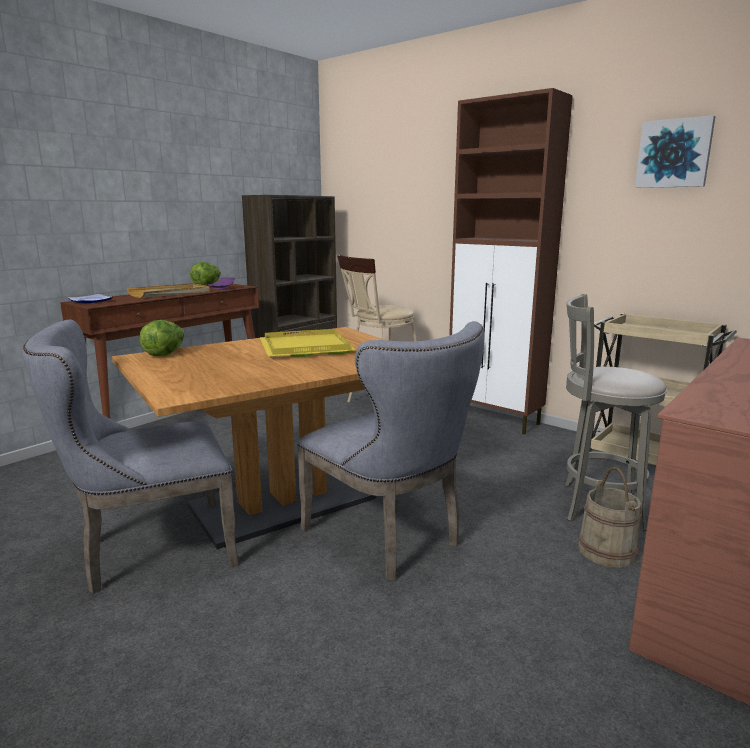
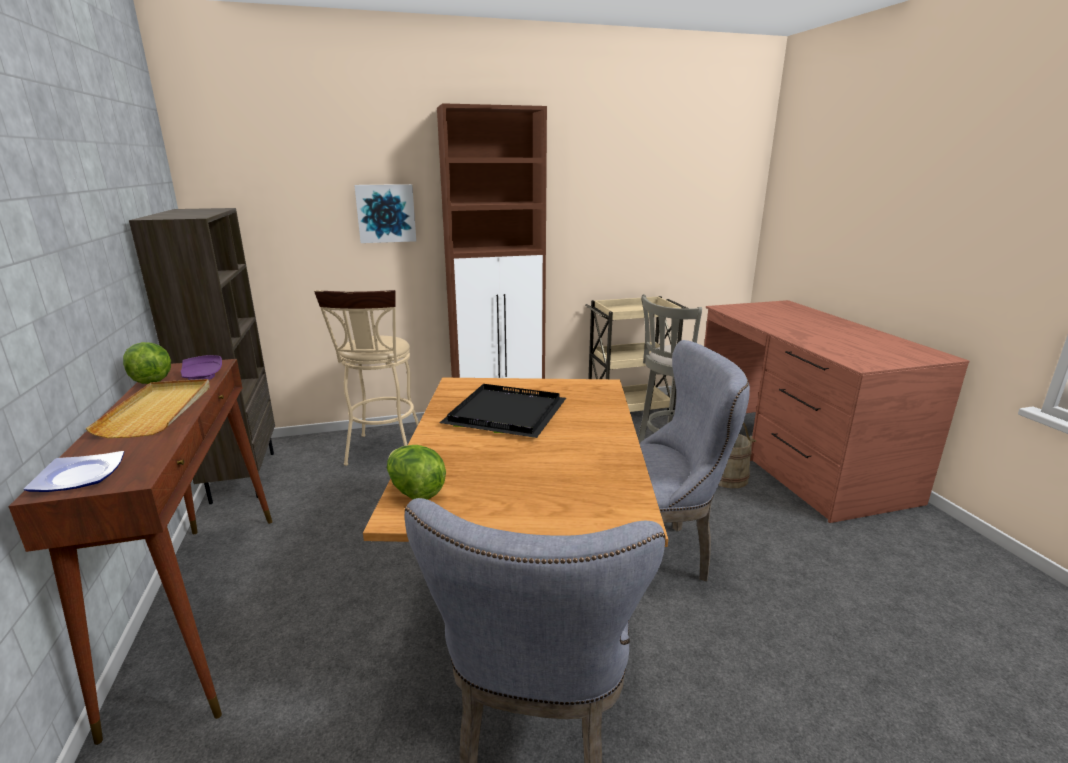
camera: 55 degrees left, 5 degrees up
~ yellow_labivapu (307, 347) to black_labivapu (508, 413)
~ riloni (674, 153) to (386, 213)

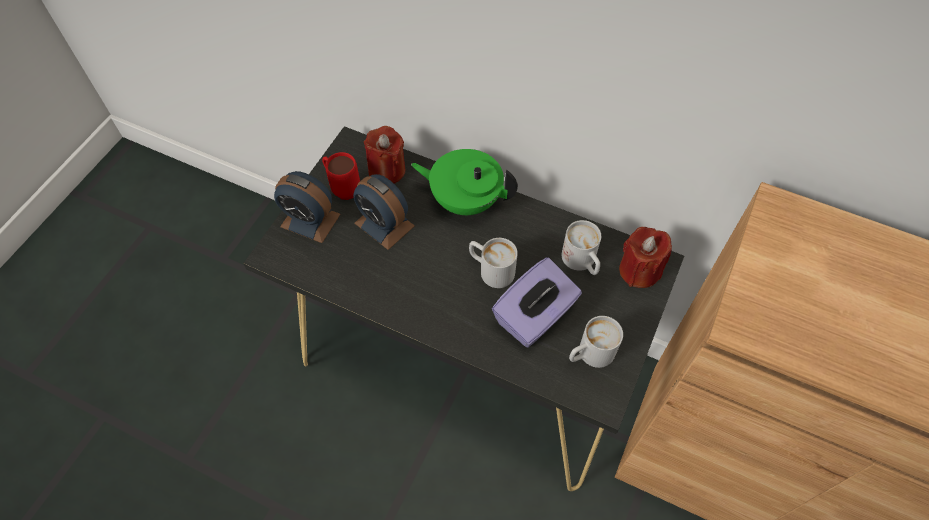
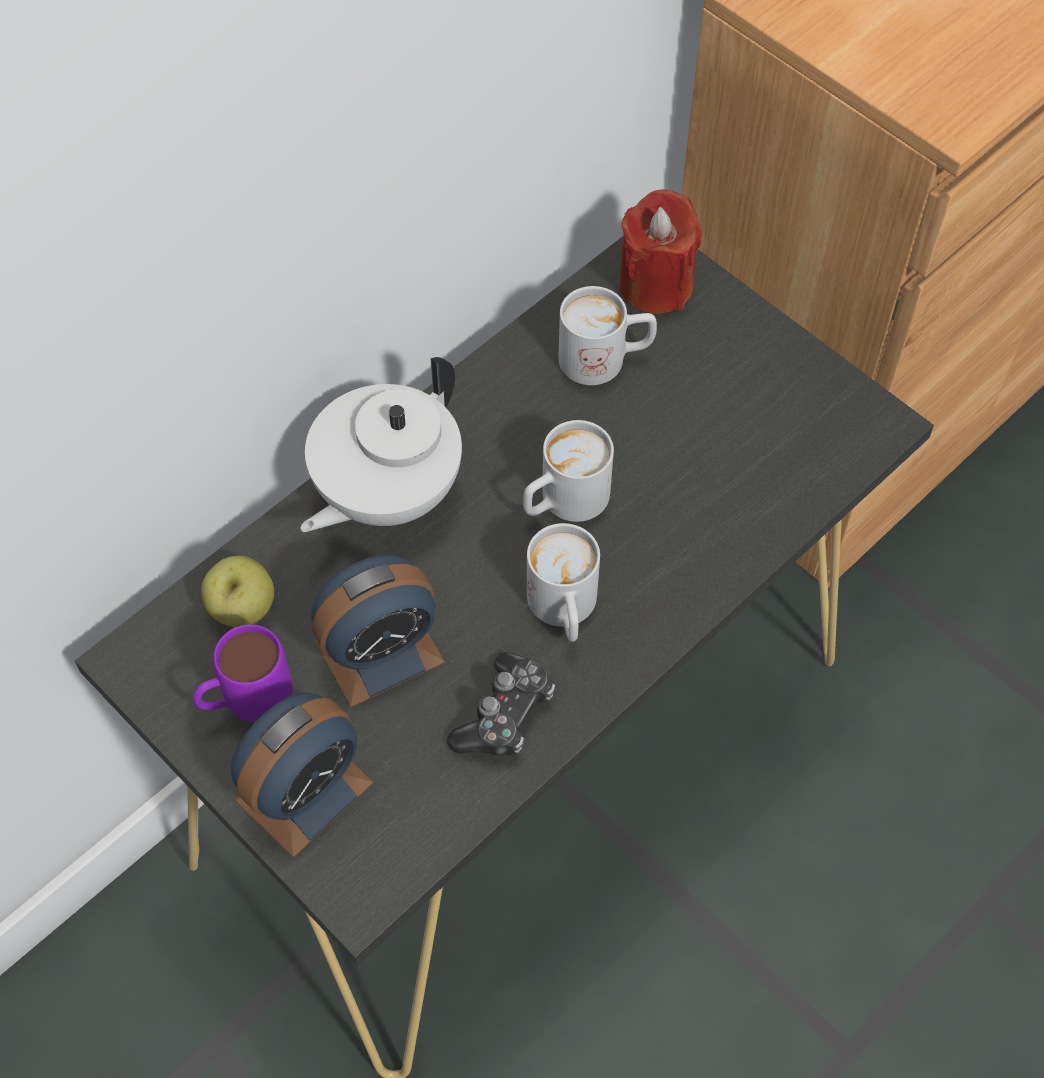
camera: 70 degrees left, 0 degrees up
~ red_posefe (342, 188) to purple_posefe (248, 707)
~ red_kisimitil (387, 170) to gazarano (243, 609)
~ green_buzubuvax (465, 200) to white_buzubuvax (385, 493)
- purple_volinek (535, 316)
~ white_posefe (589, 354) to (564, 611)
+ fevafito (505, 715)

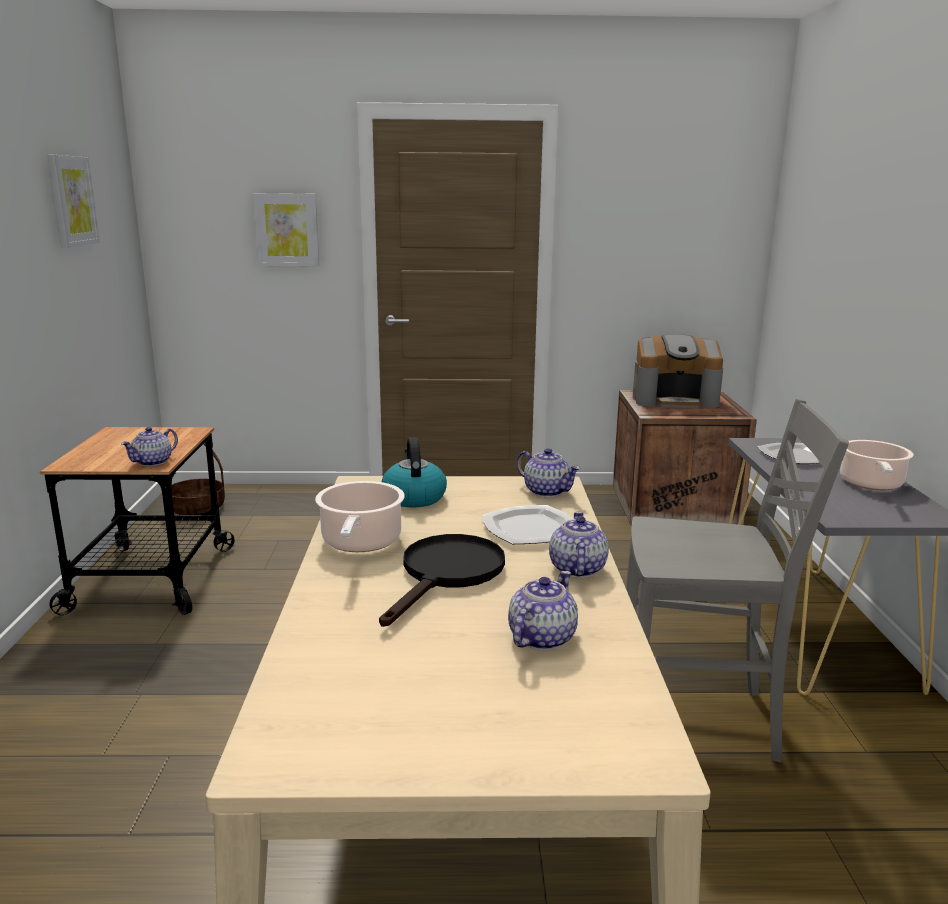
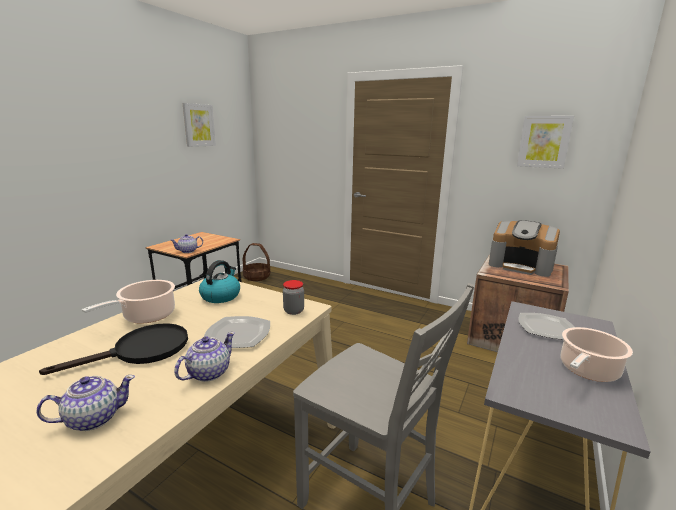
camera: 30 degrees right, 0 degrees up
~ riloni (287, 230) to (544, 142)
~ buzubuvax (546, 491) to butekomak (293, 311)

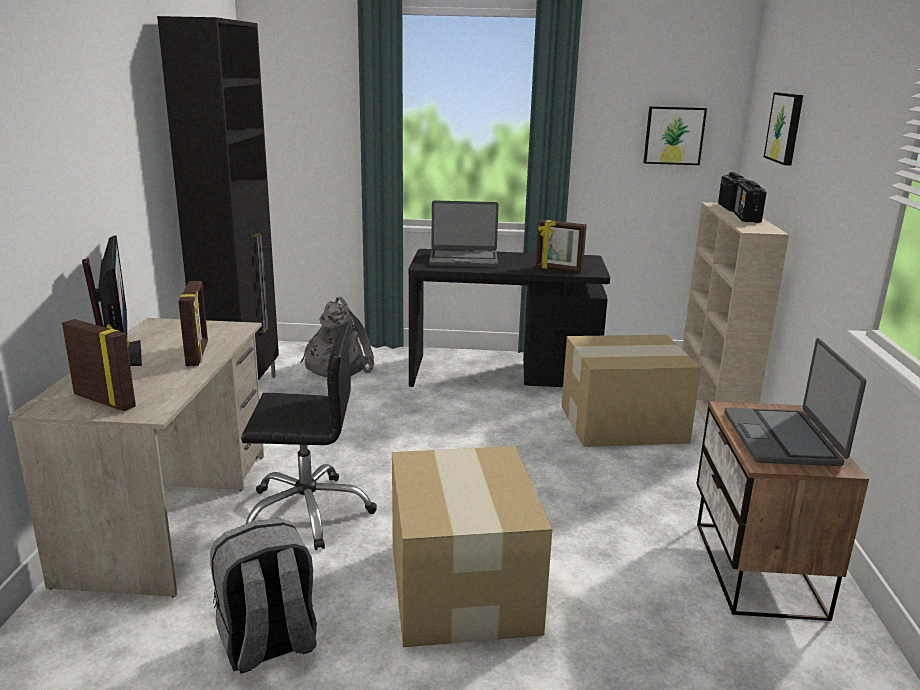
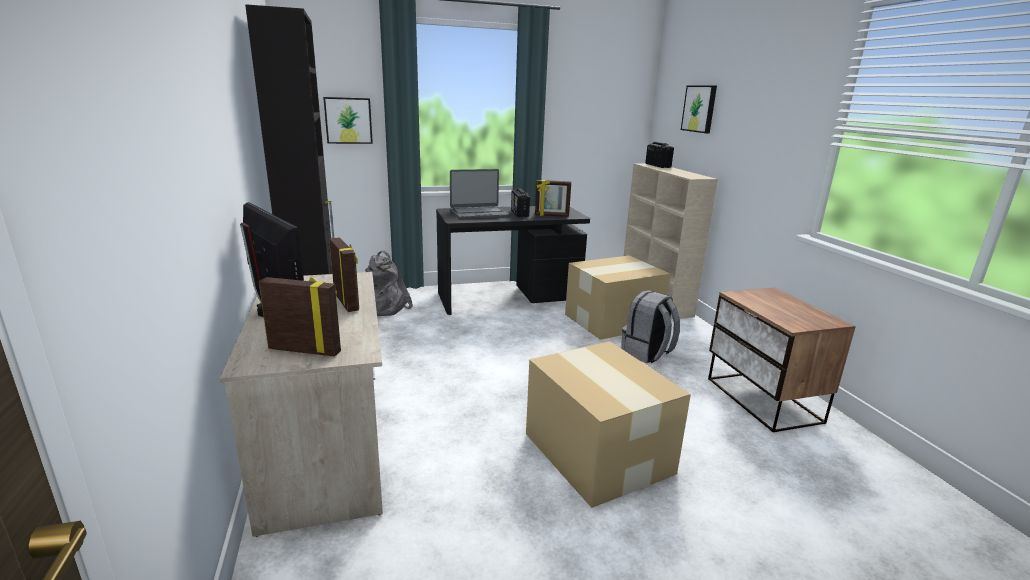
camera: 20 degrees left, 0 degrees up
~ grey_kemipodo (268, 644) to (647, 353)
- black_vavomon (307, 511)
~ riloni (674, 135) to (348, 120)
- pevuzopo (783, 438)
~ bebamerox (747, 218) to (519, 213)

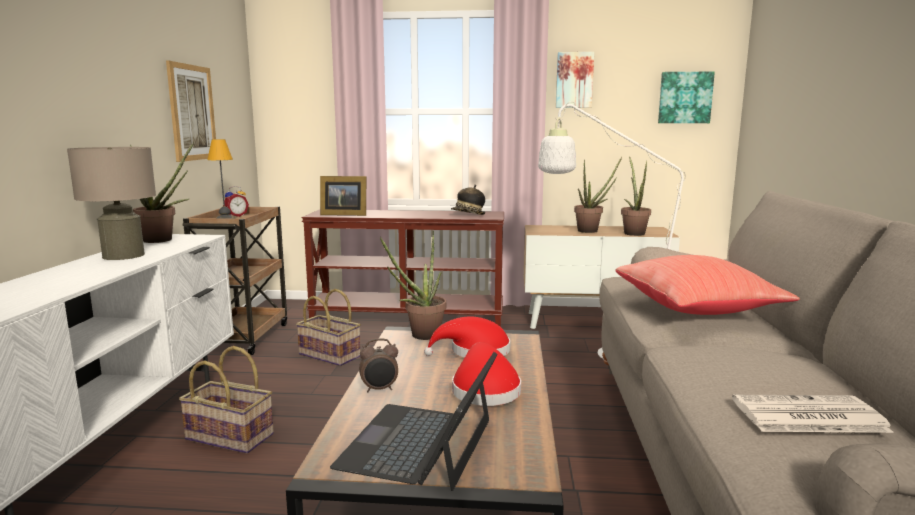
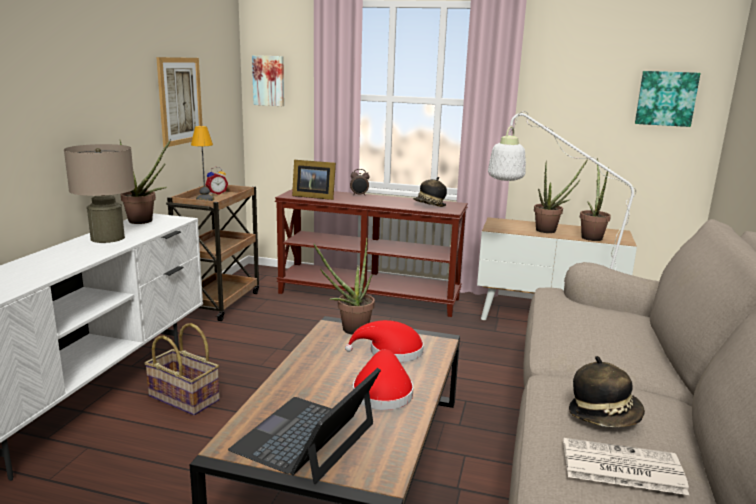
camera: 10 degrees right, 5 degrees up
- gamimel (330, 355)
~ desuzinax (379, 389) to (359, 195)
~ riloni (574, 80) to (269, 80)
- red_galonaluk (697, 309)
+ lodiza (604, 416)

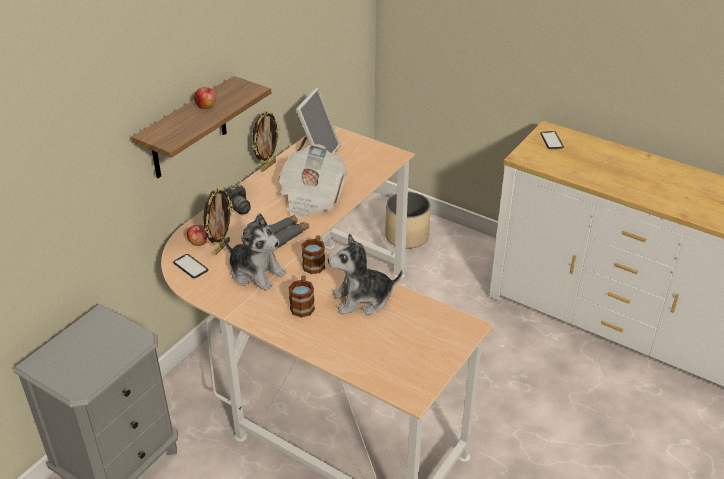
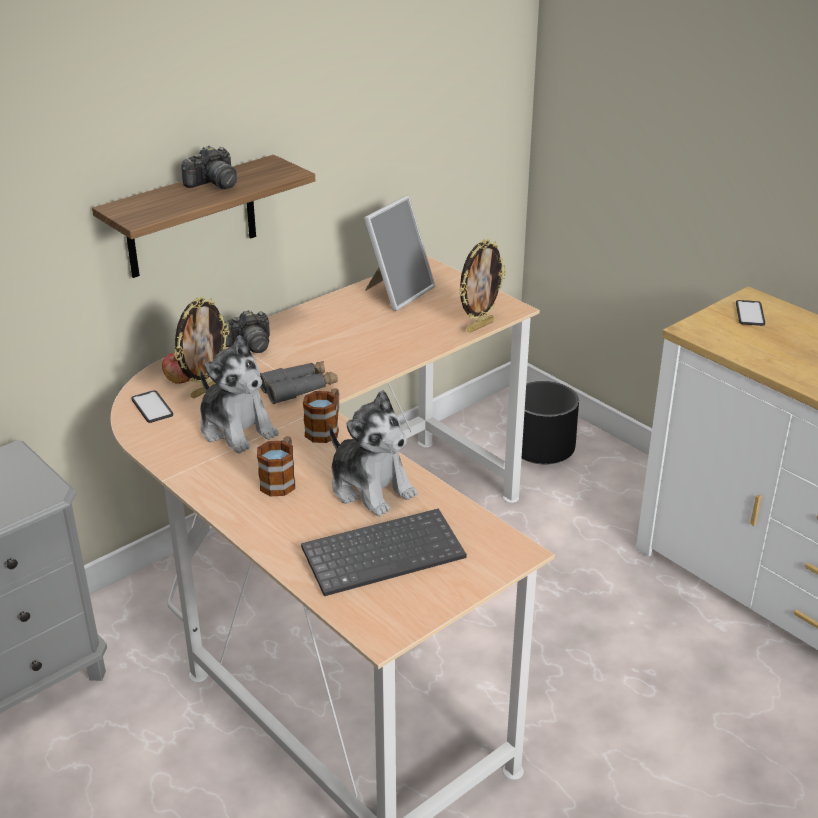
camera: 15 degrees right, 5 degrees down
~ gazarano (206, 106) to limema (213, 184)
~ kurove (267, 166) to (479, 326)
- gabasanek (311, 198)
~ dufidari (363, 300) = (371, 488) 135 degrees counterclockwise
~ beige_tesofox (407, 236) to black_tesofox (542, 447)
+ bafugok (384, 552)

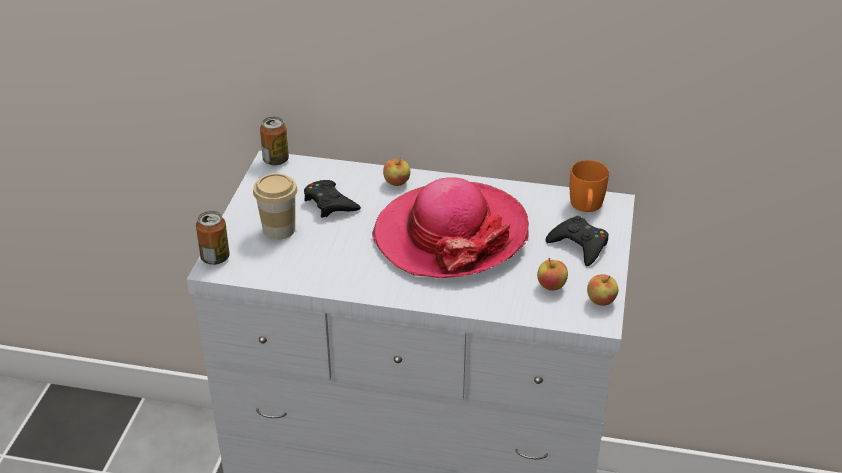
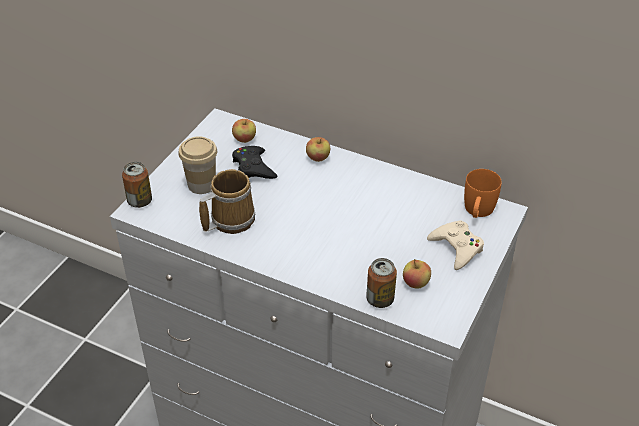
camera: 15 degrees right, 5 degrees up
~ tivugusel (276, 160) to (380, 299)
- lodiza (451, 234)
~ black_fevafito (579, 245) to beige_fevafito (457, 248)
~ gazarano (601, 301) to (244, 139)
+ posefe (229, 219)

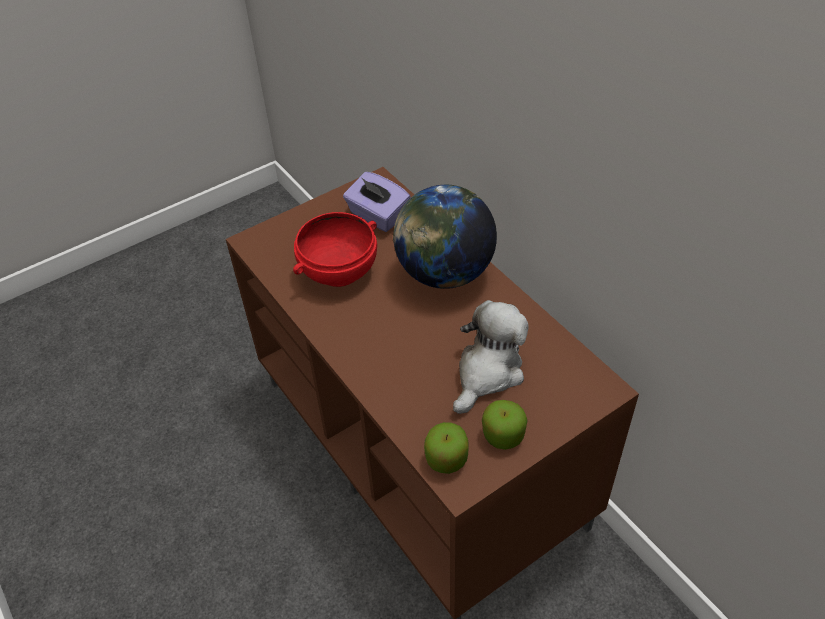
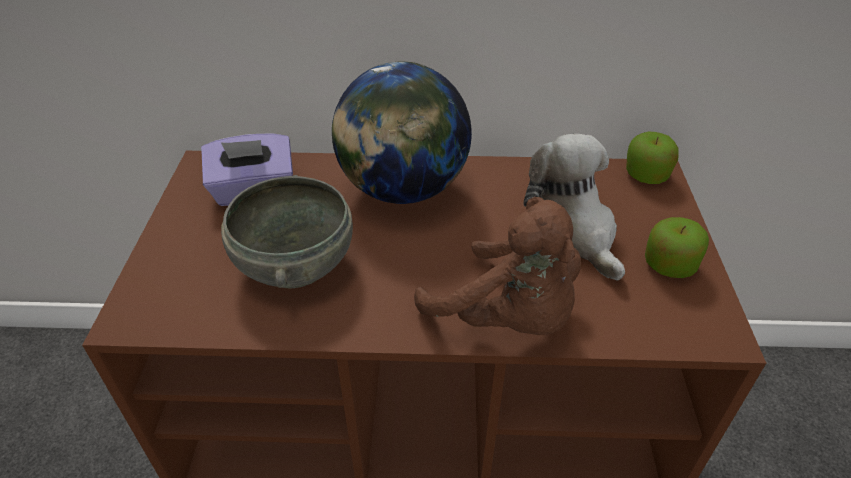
camera: 55 degrees left, 5 degrees down
~ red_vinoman (338, 270) to grey_vinoman (293, 264)
~ gazarano (446, 459) to (646, 175)
+ brown_dufidari (507, 318)

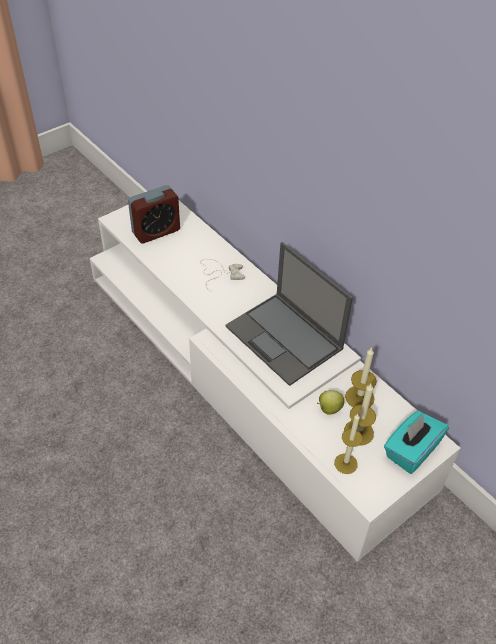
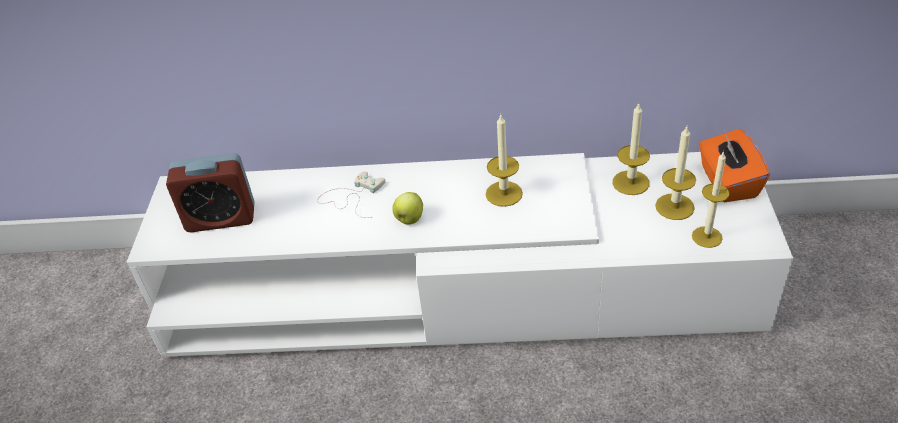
camera: 45 degrees left, 5 degrees down
~ desuzinax (156, 231) = (221, 218) 75 degrees clockwise
~ pevuzopo (285, 338) to kisimitil (504, 193)
~ gazarano (328, 409) to (409, 219)
~ turquoise_volinek (411, 451) to orange_volinek (727, 182)

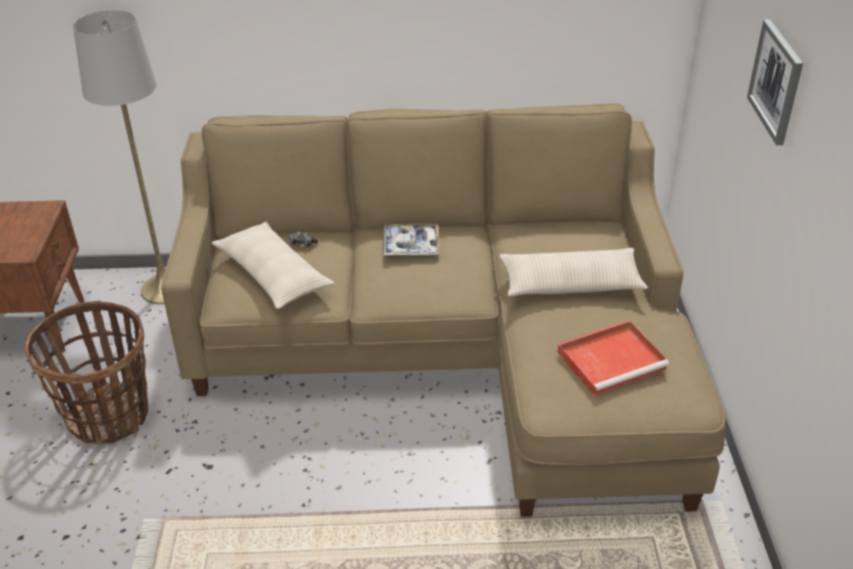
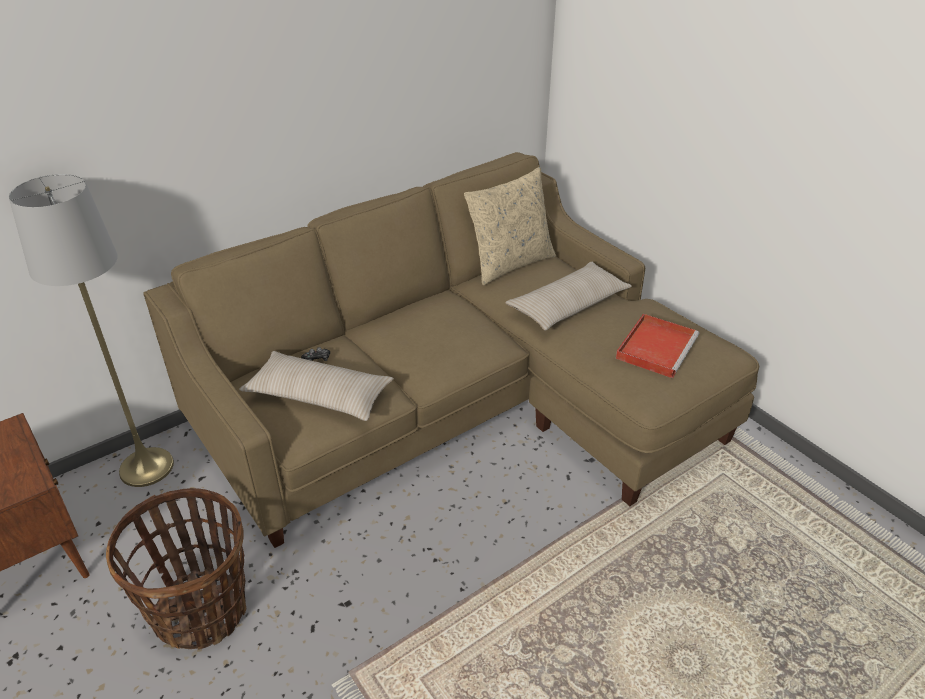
camera: 35 degrees left, 0 degrees up
- labivapu (411, 246)
- riloni (776, 81)
+ beige_galonaluk (510, 264)

